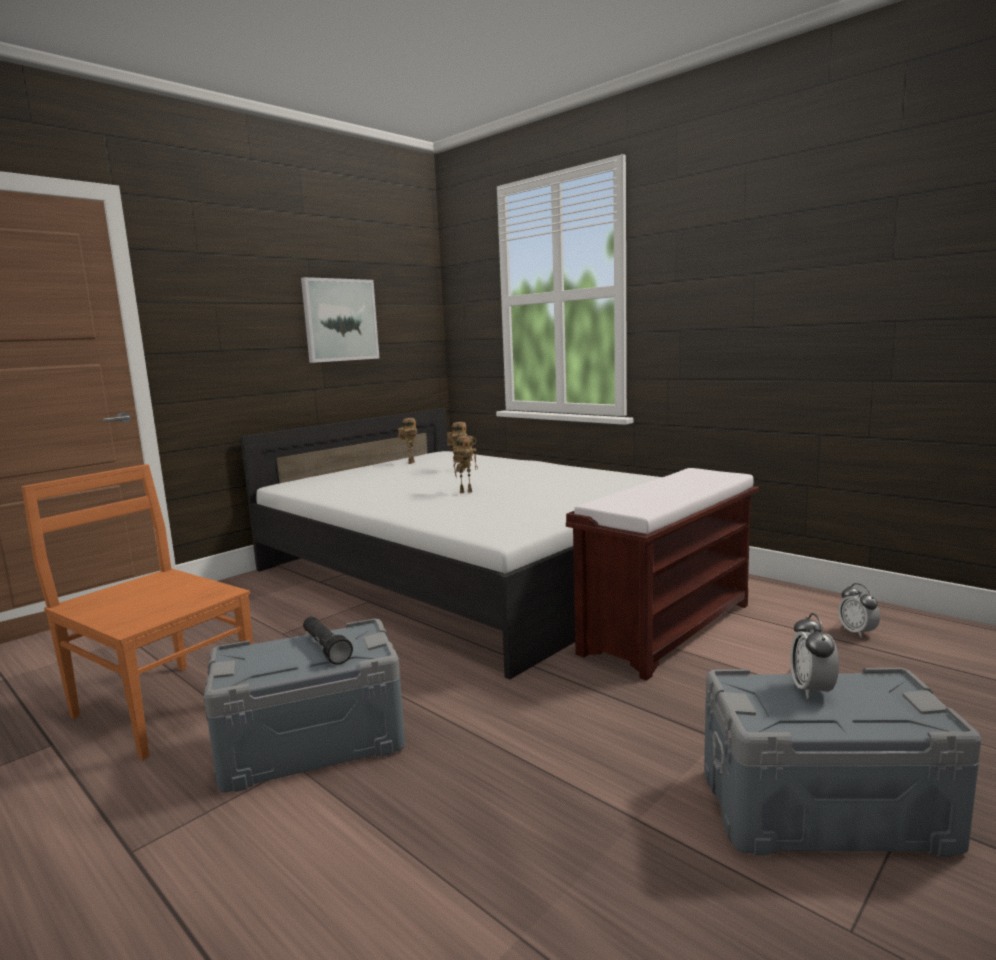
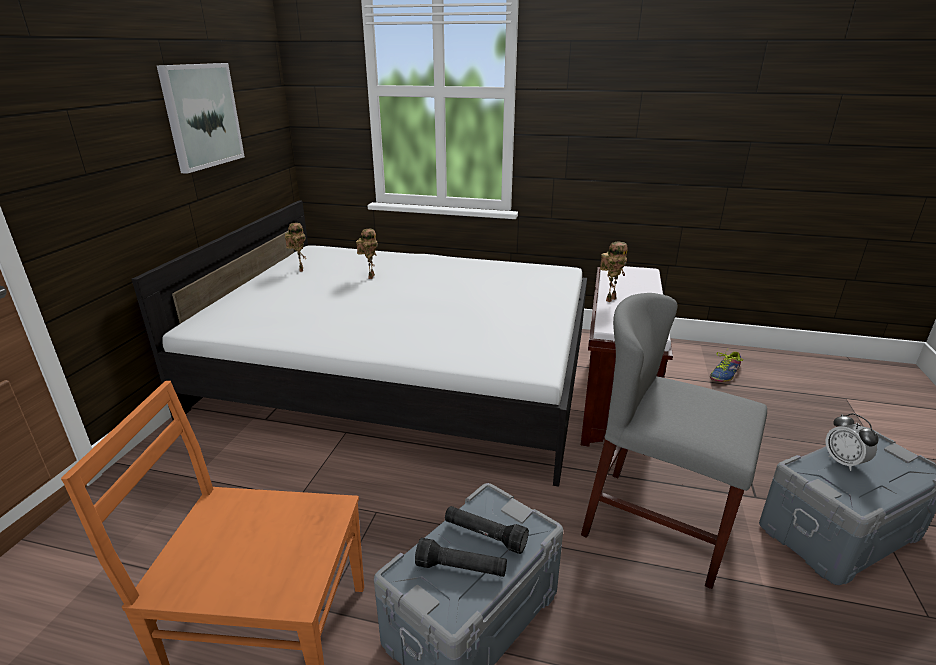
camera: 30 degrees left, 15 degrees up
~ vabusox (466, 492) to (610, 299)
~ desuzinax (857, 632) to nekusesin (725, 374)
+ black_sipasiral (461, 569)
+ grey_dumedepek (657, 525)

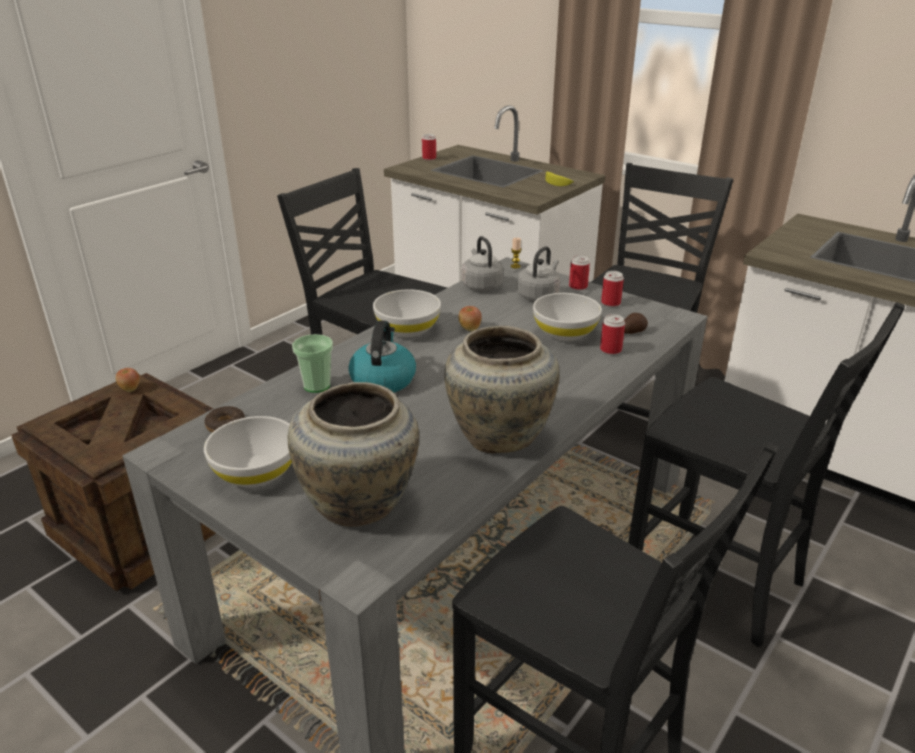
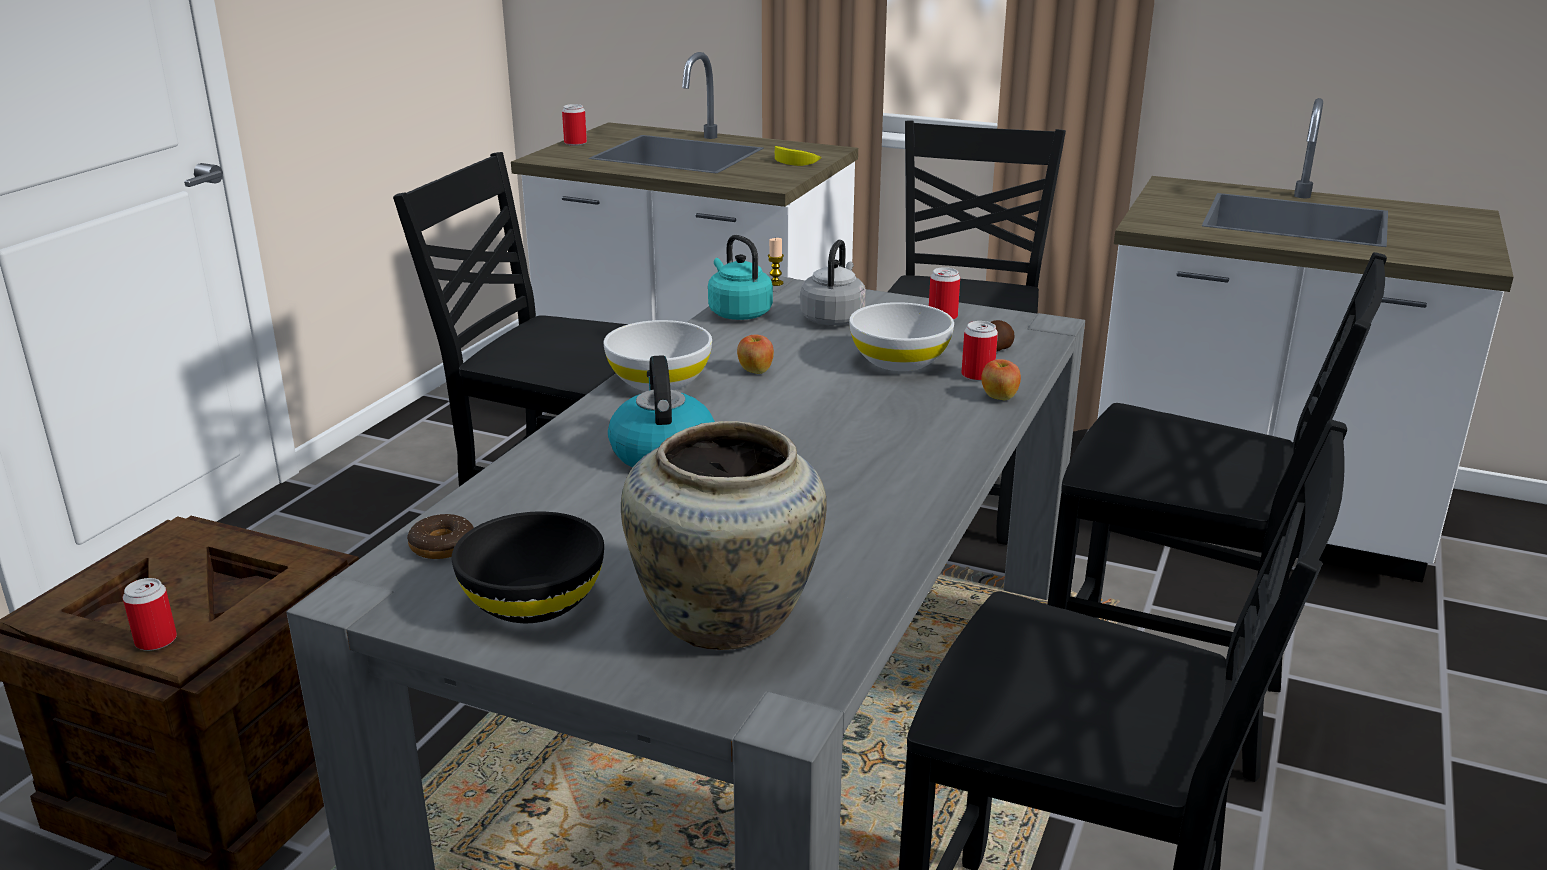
camera: 15 degrees left, 5 degrees down
~ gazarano (130, 389) to (999, 397)
~ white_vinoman (255, 472) to black_vinoman (532, 601)
- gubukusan (317, 385)
- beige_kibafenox (500, 434)
~ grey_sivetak (481, 285) to turquoise_sivetak (738, 313)
~ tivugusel (578, 287) to (156, 641)

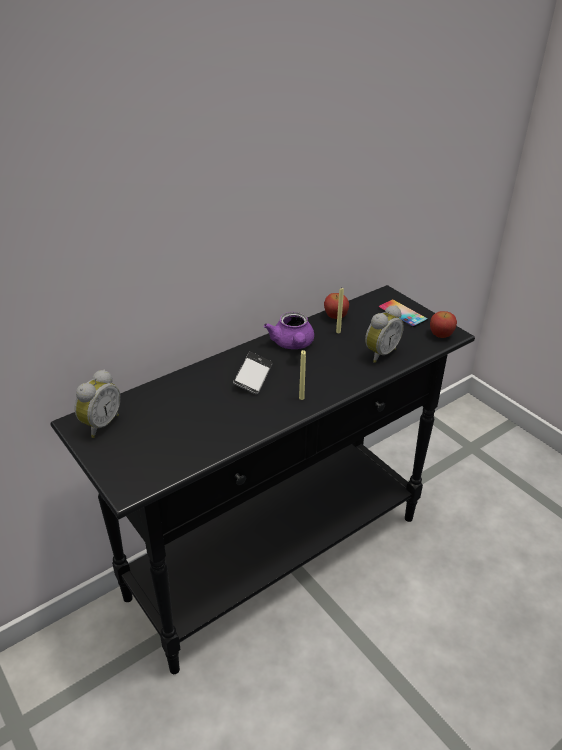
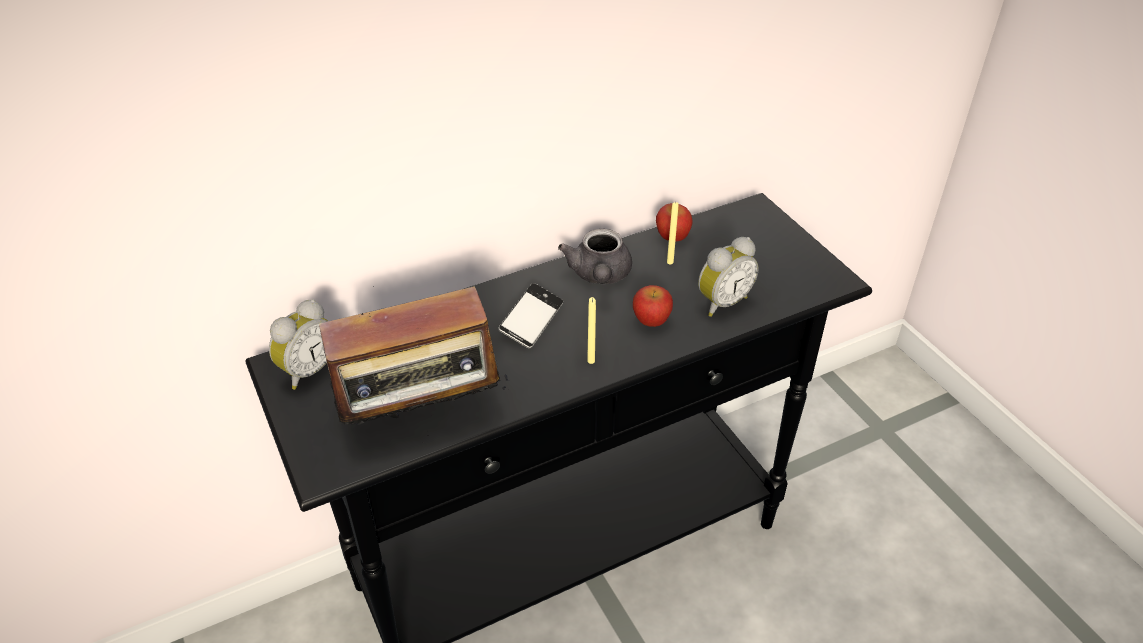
camera: 10 degrees right, 5 degrees up
~ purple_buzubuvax (292, 344) to grey_buzubuvax (599, 276)
- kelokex (402, 313)
~ gazarano (441, 335) to (651, 320)
+ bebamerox (422, 418)

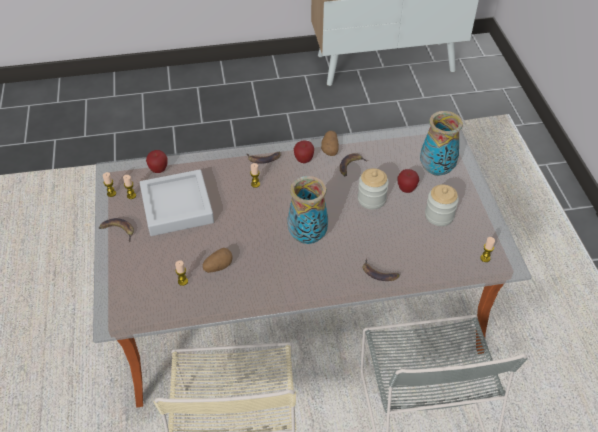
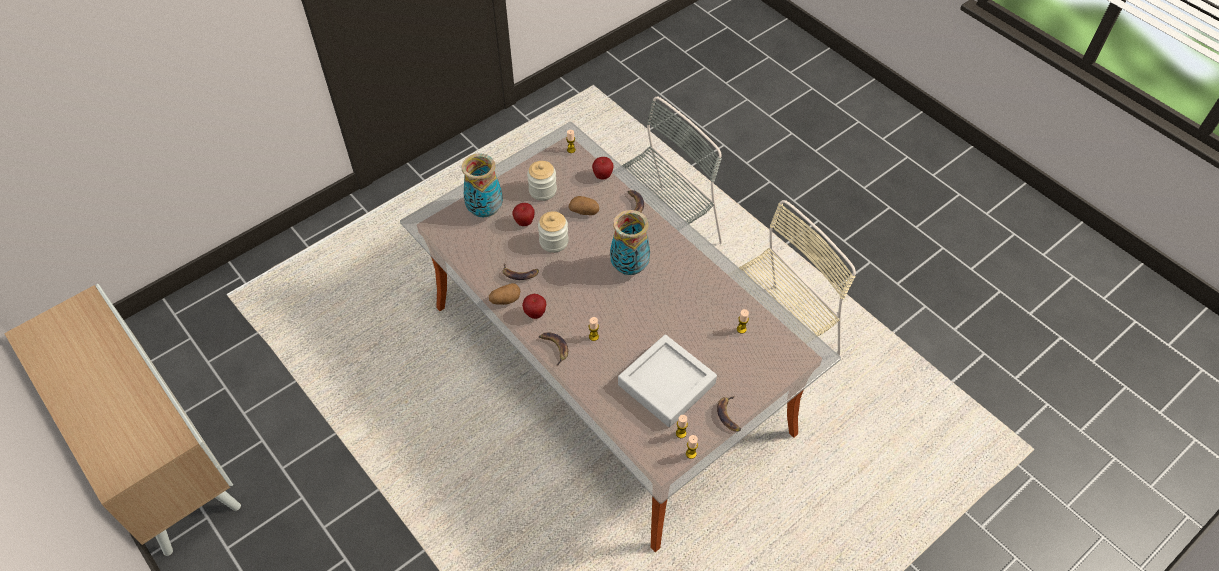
camera: 120 degrees left, 5 degrees up
~ gazarano (158, 170) to (602, 176)
~ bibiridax (218, 266) to (584, 211)

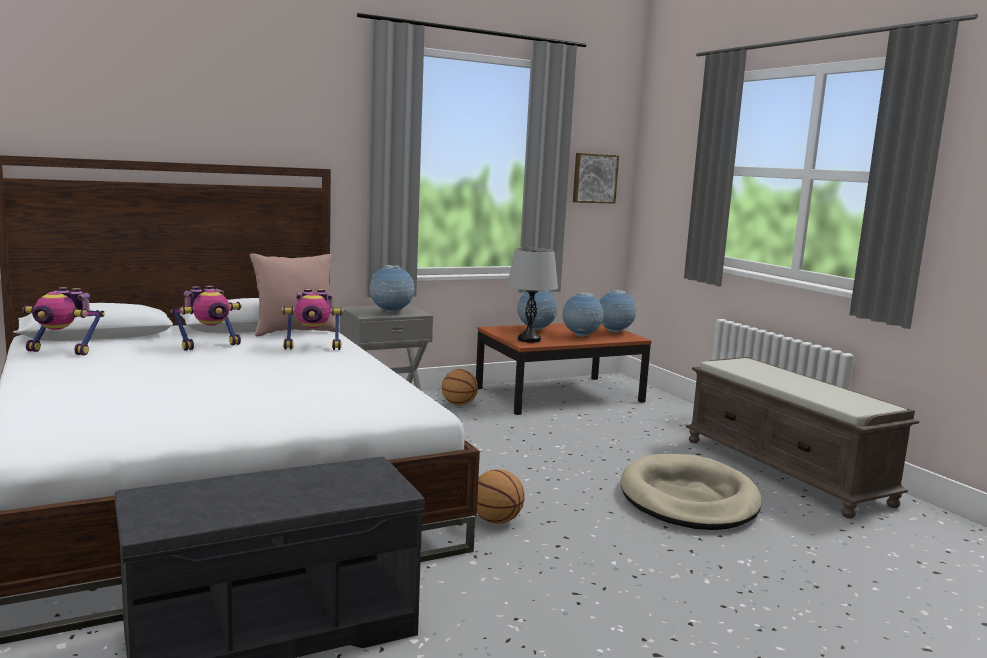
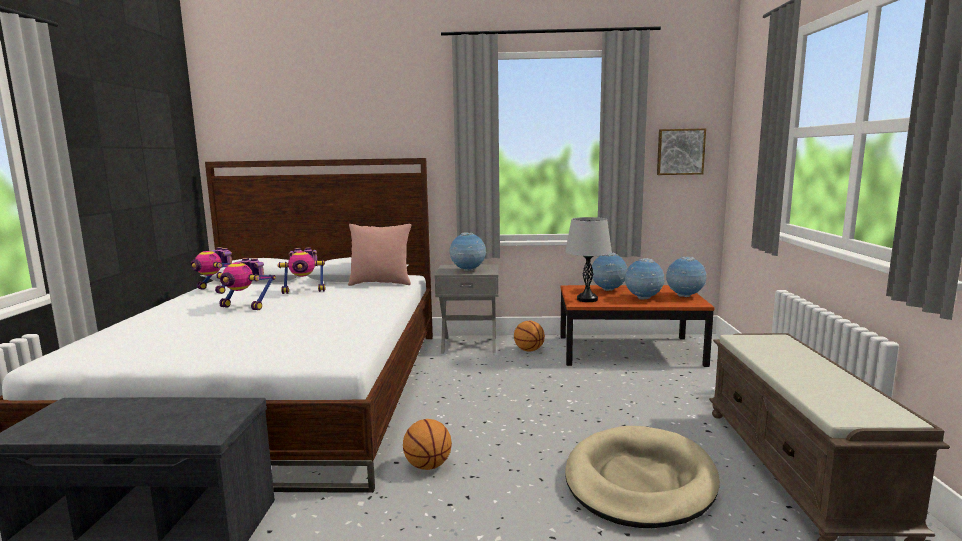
camera: 30 degrees right, 0 degrees up
~ vabusox (313, 347) to (246, 306)

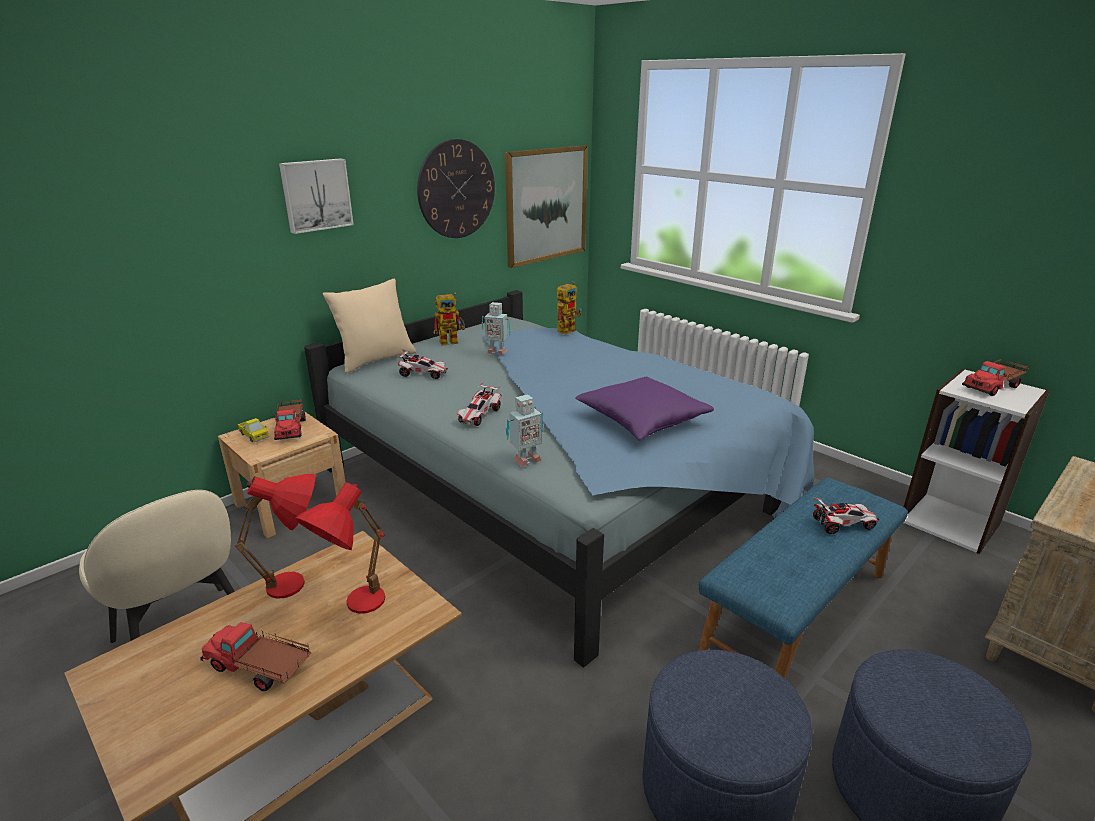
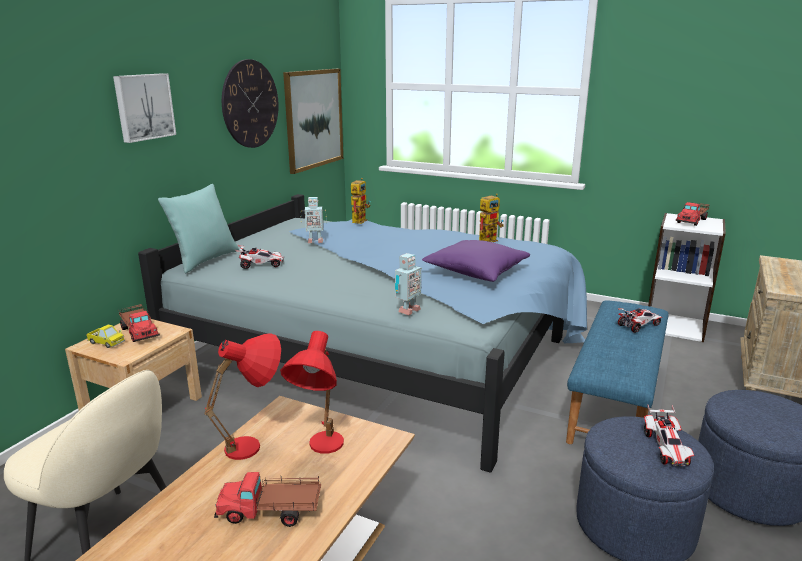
camera: 20 degrees left, 5 degrees down
~ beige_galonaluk (376, 360) to turquoise_galonaluk (205, 260)
~ vabusox (452, 341) to (489, 239)
~ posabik (479, 416) to (666, 449)

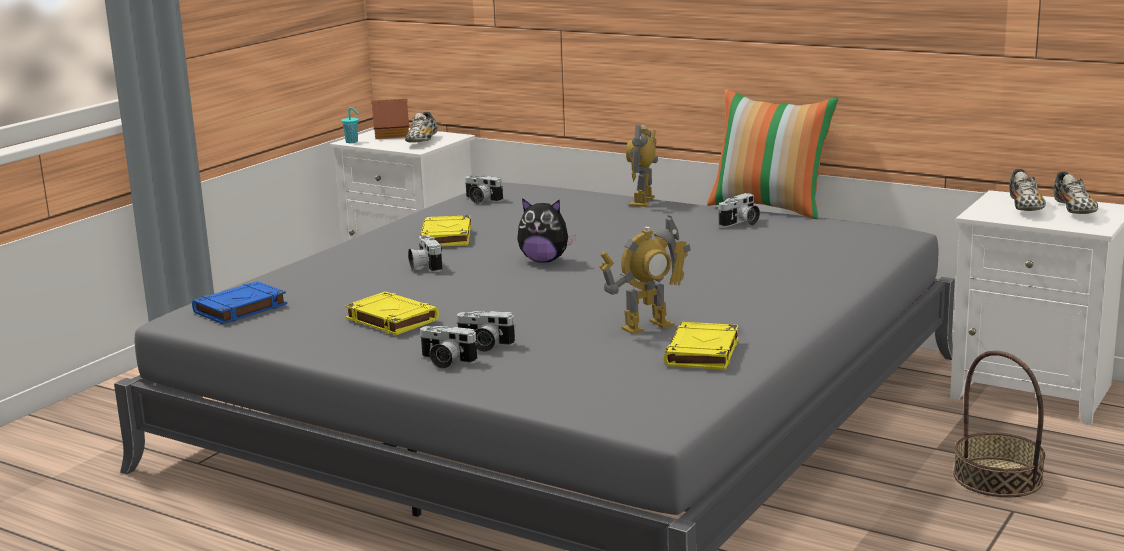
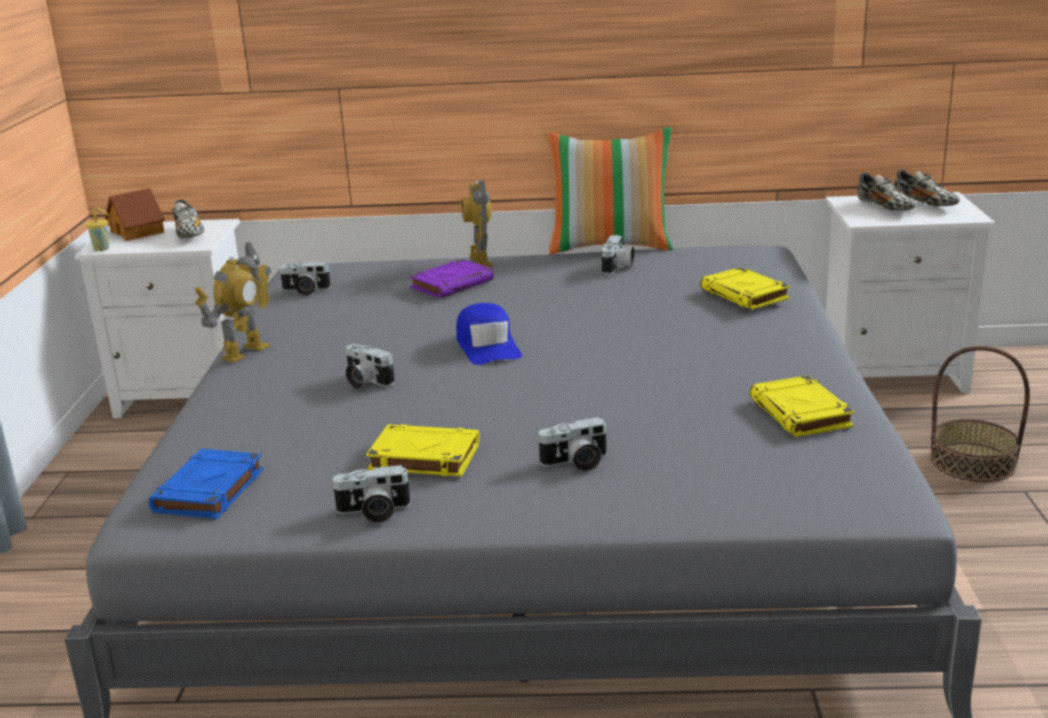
camera: 30 degrees left, 5 degrees up
~ turquoise_gubukusan (352, 142) to yellow_gubukusan (102, 249)
~ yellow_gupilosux (446, 237) to (745, 295)
~ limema (445, 362) to (373, 512)
~ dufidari (544, 260) to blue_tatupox (487, 346)
~ vabusox (647, 326) to (245, 352)
+ purple_gupilosux (452, 284)

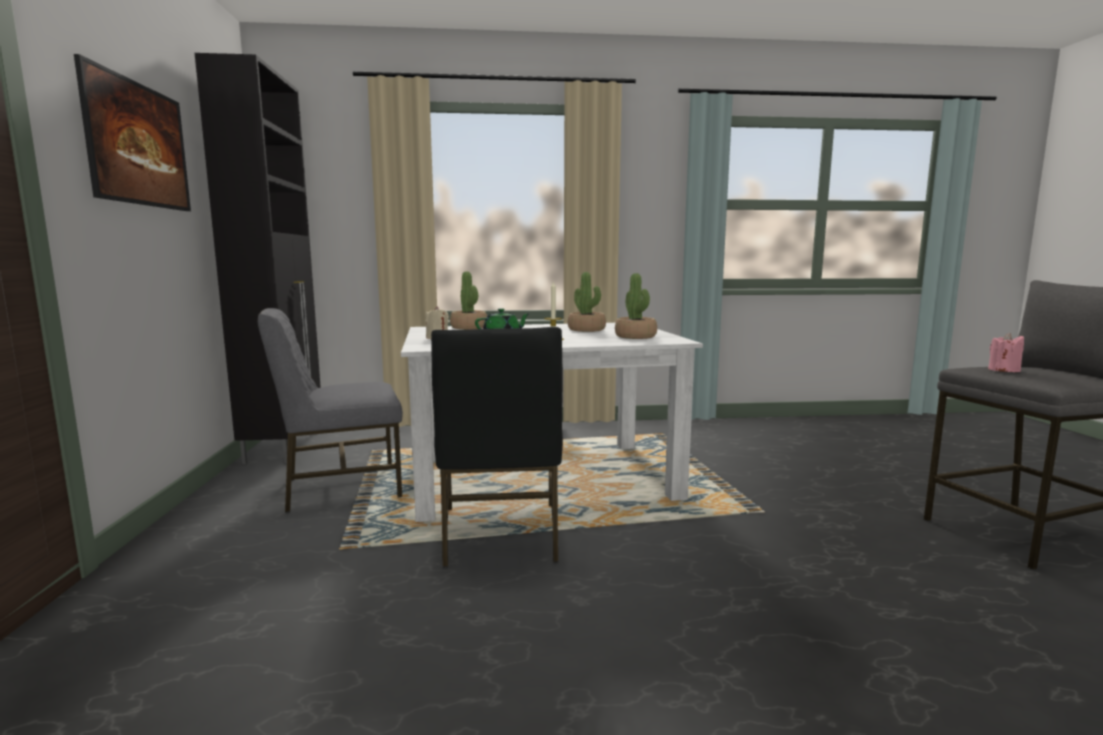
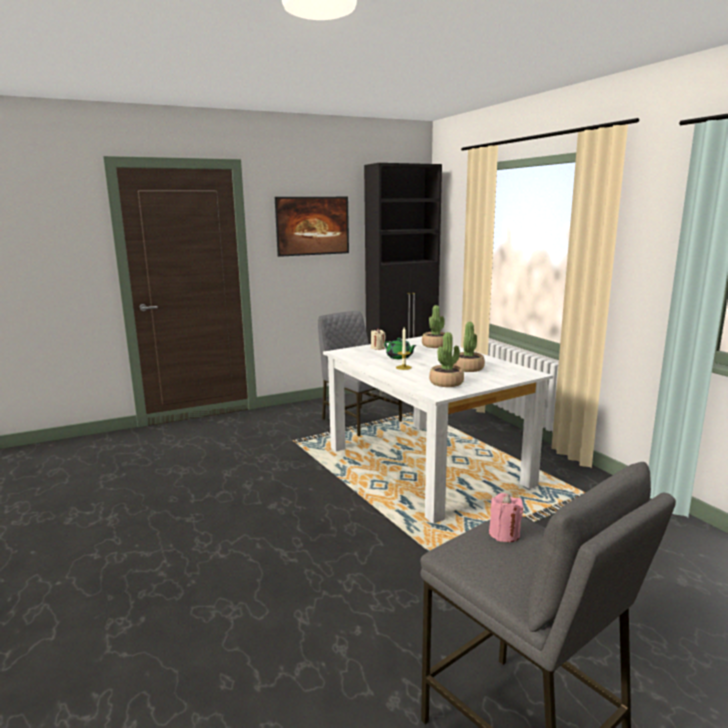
camera: 70 degrees right, 5 degrees up
- black_dumedepek (500, 534)

